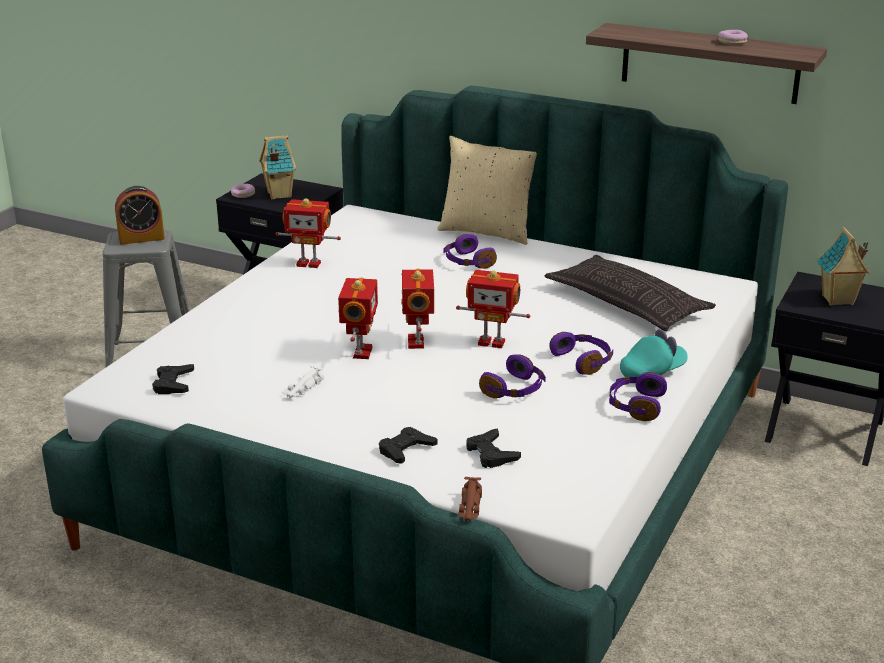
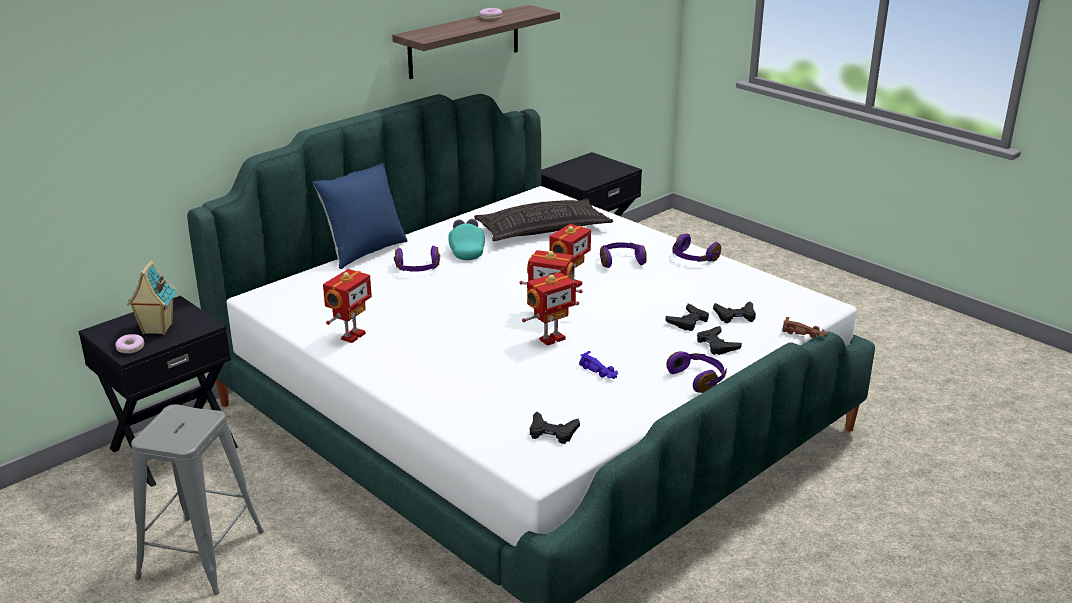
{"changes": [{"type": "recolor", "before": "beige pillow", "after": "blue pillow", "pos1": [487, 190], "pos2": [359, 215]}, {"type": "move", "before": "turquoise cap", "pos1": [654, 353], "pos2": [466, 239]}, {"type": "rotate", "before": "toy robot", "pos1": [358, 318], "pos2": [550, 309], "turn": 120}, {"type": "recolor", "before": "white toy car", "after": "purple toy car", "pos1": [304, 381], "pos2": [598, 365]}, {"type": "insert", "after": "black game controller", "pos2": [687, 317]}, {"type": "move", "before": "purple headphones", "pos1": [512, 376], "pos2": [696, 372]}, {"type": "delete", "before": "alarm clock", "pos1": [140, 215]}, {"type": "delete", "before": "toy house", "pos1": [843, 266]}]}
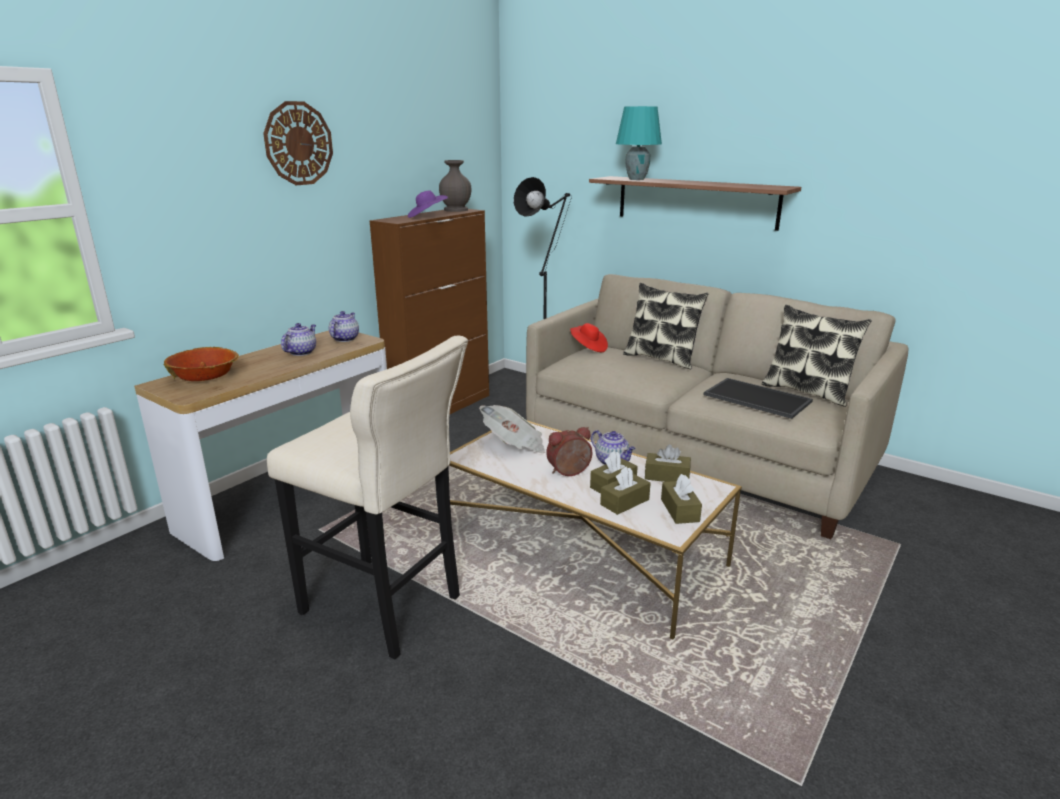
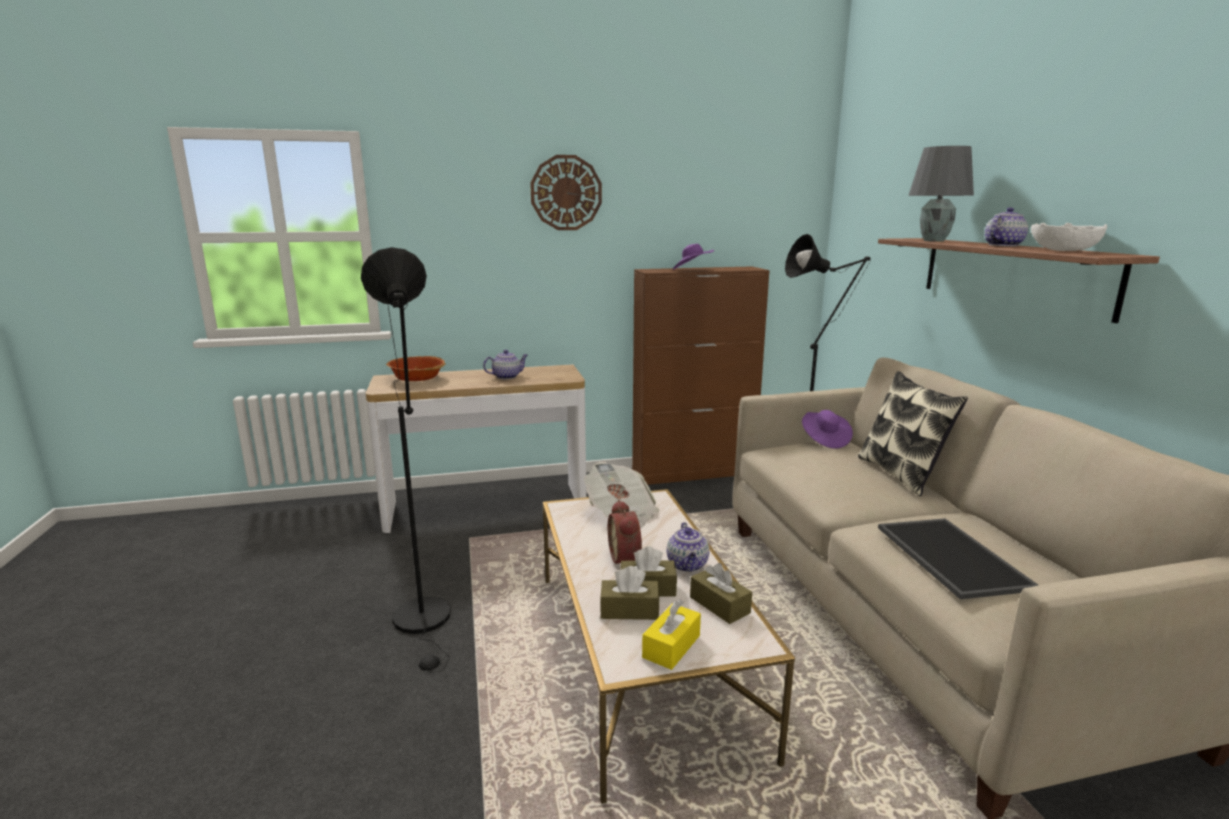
{"changes": [{"type": "replace", "before": "beige stool", "after": "black floor lamp", "pos1": [367, 497], "pos2": [406, 460]}, {"type": "rotate", "before": "alarm clock", "pos1": [569, 451], "pos2": [625, 532], "turn": -120}, {"type": "recolor", "before": "brown tissue box", "after": "yellow tissue box", "pos1": [681, 499], "pos2": [671, 634]}, {"type": "recolor", "before": "red hat", "after": "purple hat", "pos1": [589, 337], "pos2": [827, 429]}, {"type": "recolor", "before": "turquoise table lamp", "after": "grey table lamp", "pos1": [639, 143], "pos2": [941, 194]}, {"type": "move", "before": "teapot", "pos1": [344, 326], "pos2": [1006, 226]}, {"type": "insert", "after": "white bowl", "pos2": [1069, 237]}, {"type": "delete", "before": "grey vase", "pos1": [455, 186]}, {"type": "delete", "before": "pillow", "pos1": [816, 356]}]}
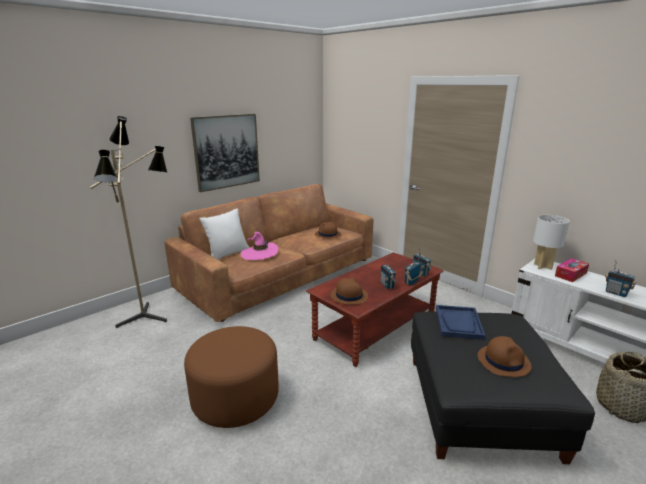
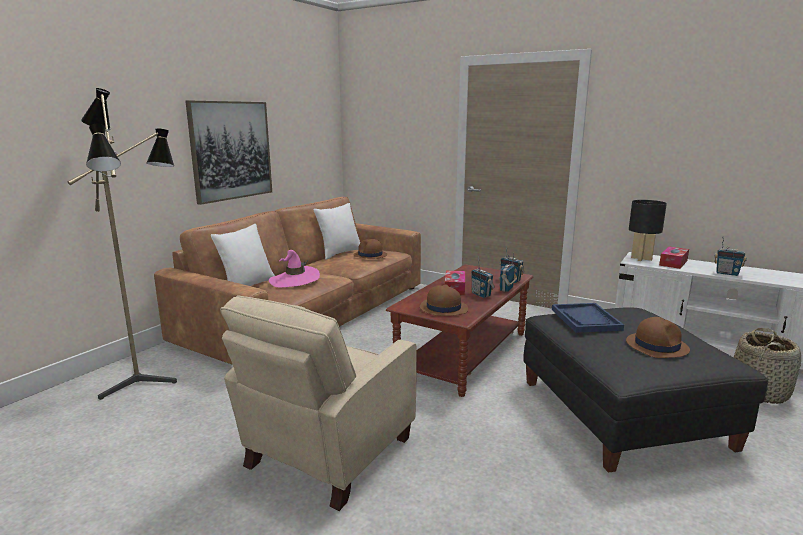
{"changes": [{"type": "replace", "before": "brown ottoman", "after": "beige armchair", "pos1": [231, 377], "pos2": [318, 403]}, {"type": "insert", "after": "white pillow", "pos2": [336, 231]}, {"type": "insert", "after": "tissue box", "pos2": [455, 283]}, {"type": "recolor", "before": "white table lamp", "after": "black table lamp", "pos1": [551, 242], "pos2": [648, 230]}]}
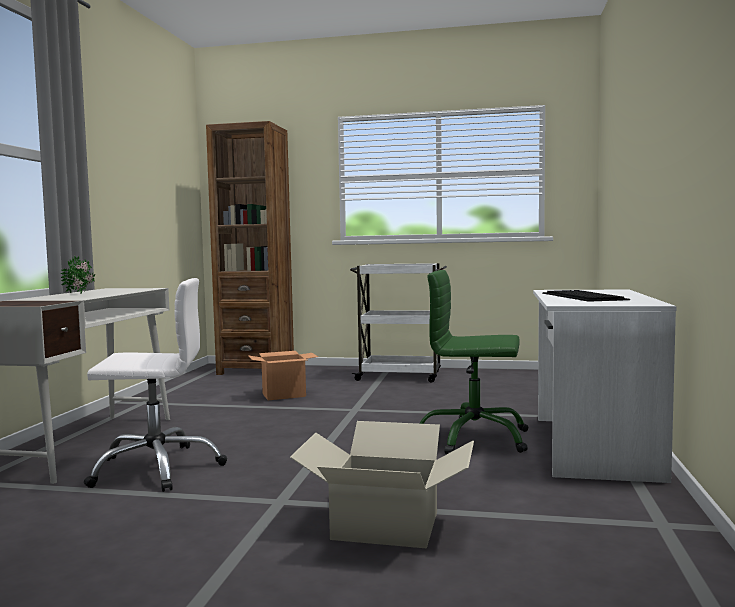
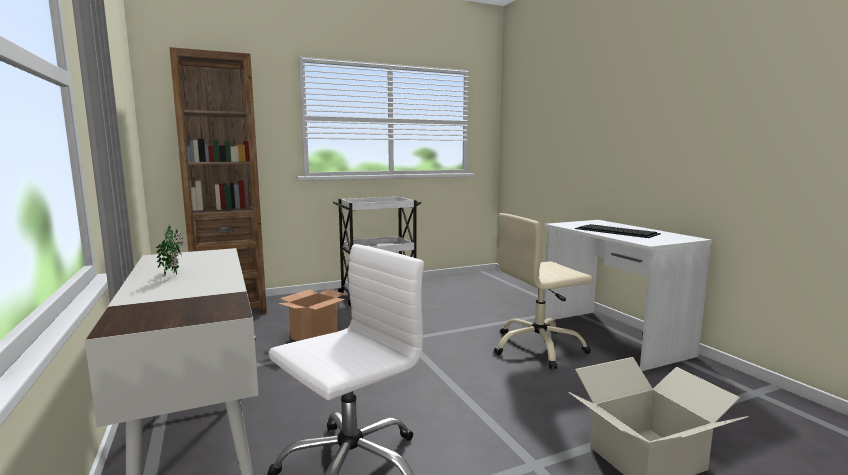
{"changes": [{"type": "recolor", "before": "green office chair", "after": "beige office chair", "pos1": [473, 362], "pos2": [543, 291]}]}
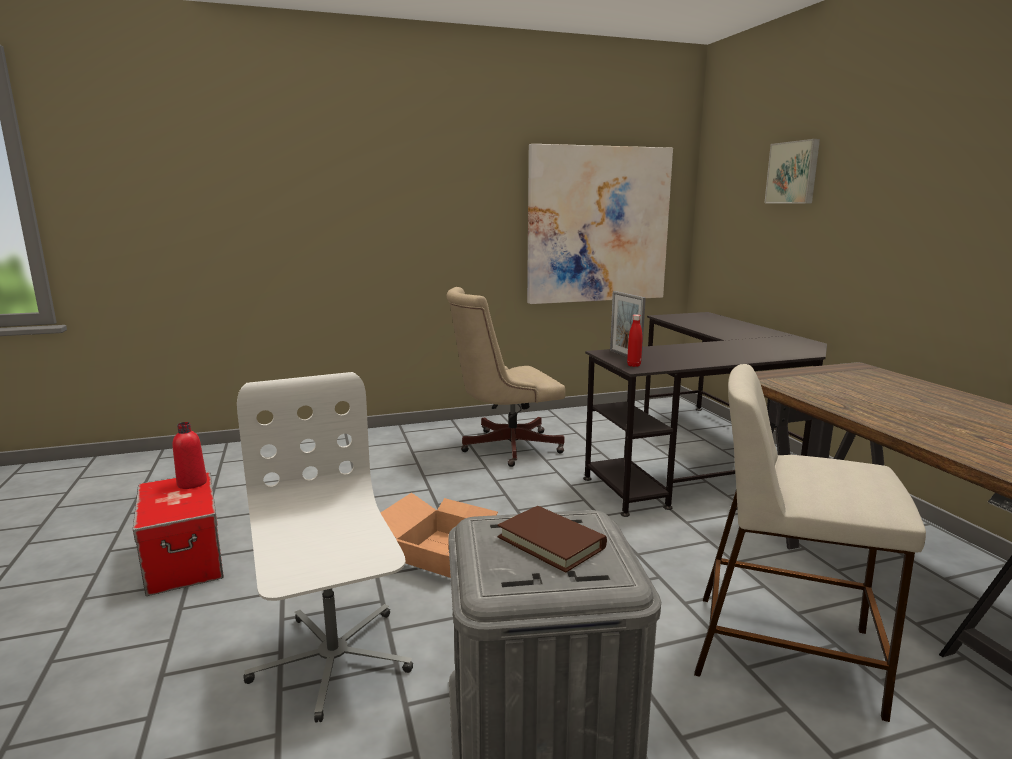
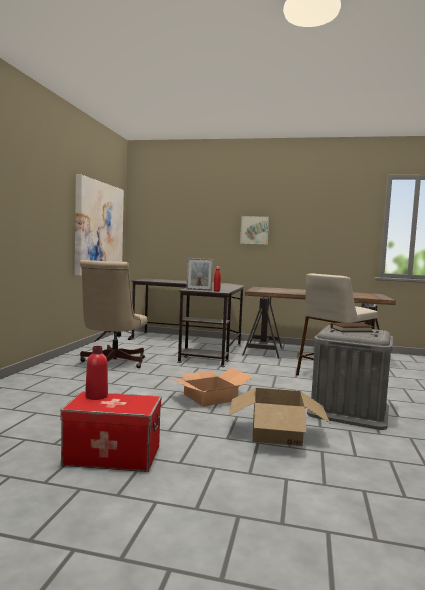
{"changes": [{"type": "replace", "before": "white office chair", "after": "cardboard box", "pos1": [325, 547], "pos2": [279, 417]}, {"type": "move", "before": "picture", "pos1": [792, 171], "pos2": [254, 230]}]}
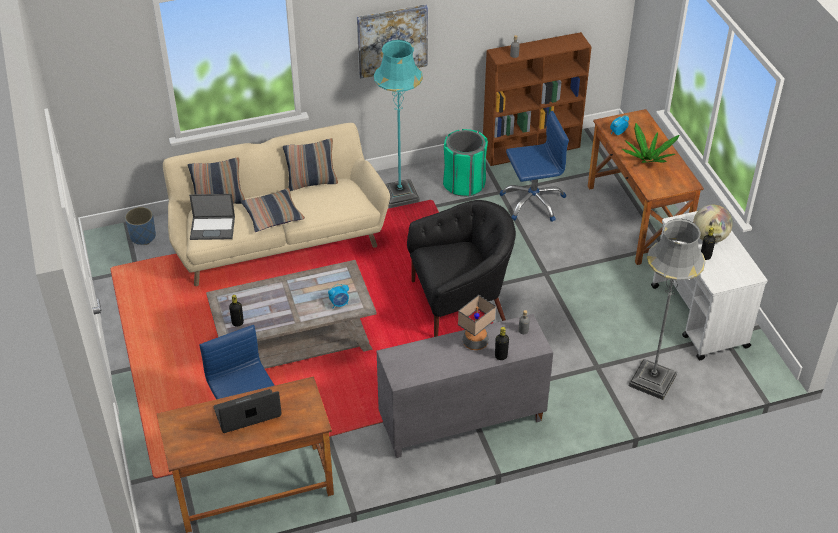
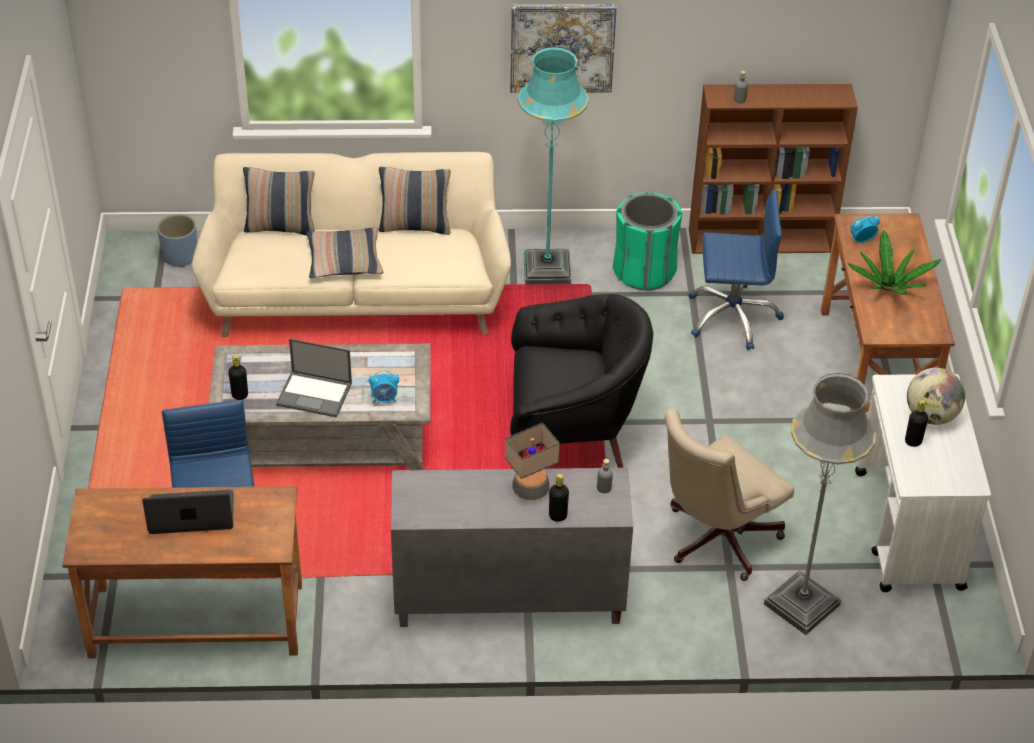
{"changes": [{"type": "move", "before": "laptop", "pos1": [212, 217], "pos2": [314, 378]}, {"type": "insert", "after": "beige office chair", "pos2": [729, 494]}]}
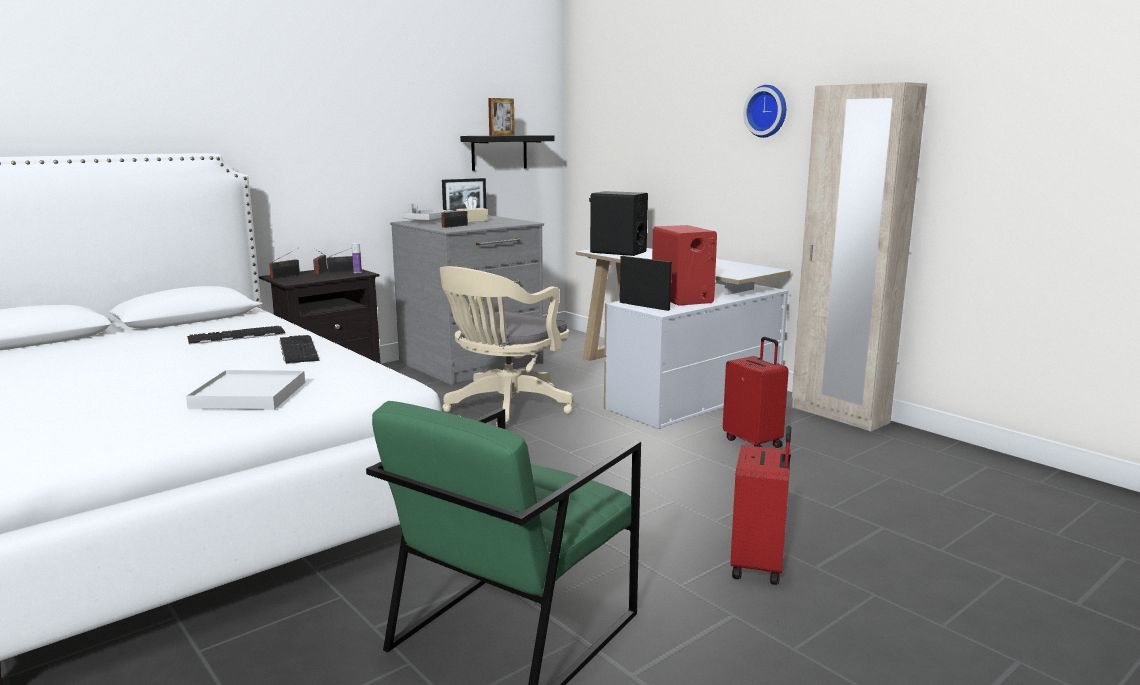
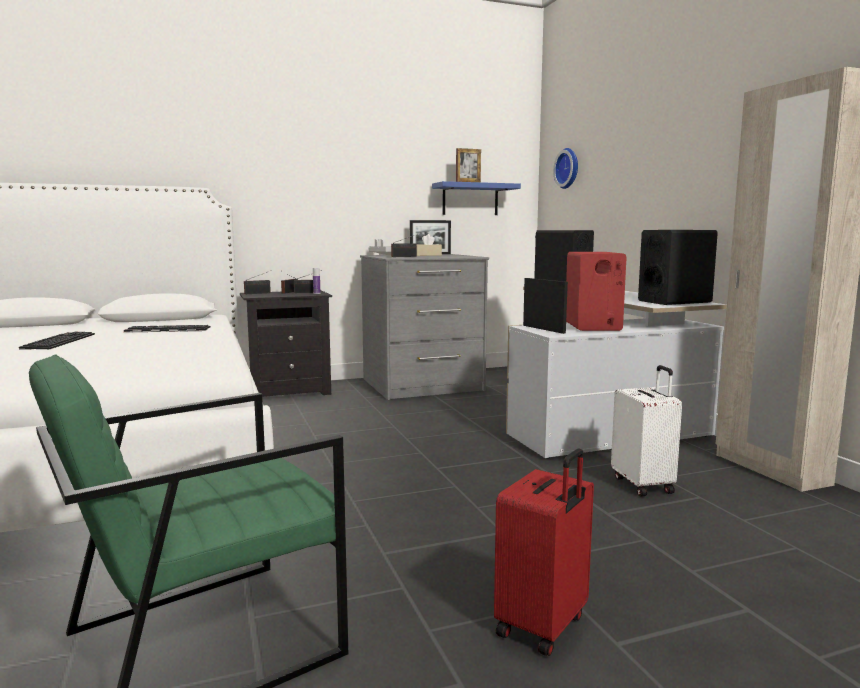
{"changes": [{"type": "move", "before": "keyboard", "pos1": [299, 349], "pos2": [57, 341]}, {"type": "recolor", "before": "black shelf", "after": "blue shelf", "pos1": [507, 153], "pos2": [476, 198]}, {"type": "move", "before": "wall clock", "pos1": [764, 111], "pos2": [565, 168]}, {"type": "recolor", "before": "red suitcase", "after": "white suitcase", "pos1": [756, 392], "pos2": [646, 430]}, {"type": "insert", "after": "black speaker", "pos2": [678, 267]}, {"type": "delete", "before": "white tray", "pos1": [245, 390]}, {"type": "delete", "before": "beige office chair", "pos1": [506, 346]}]}
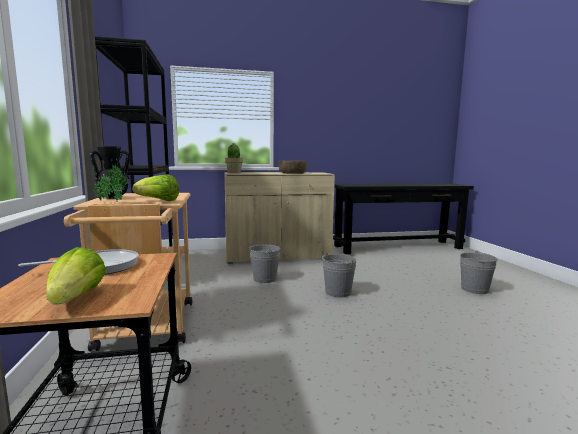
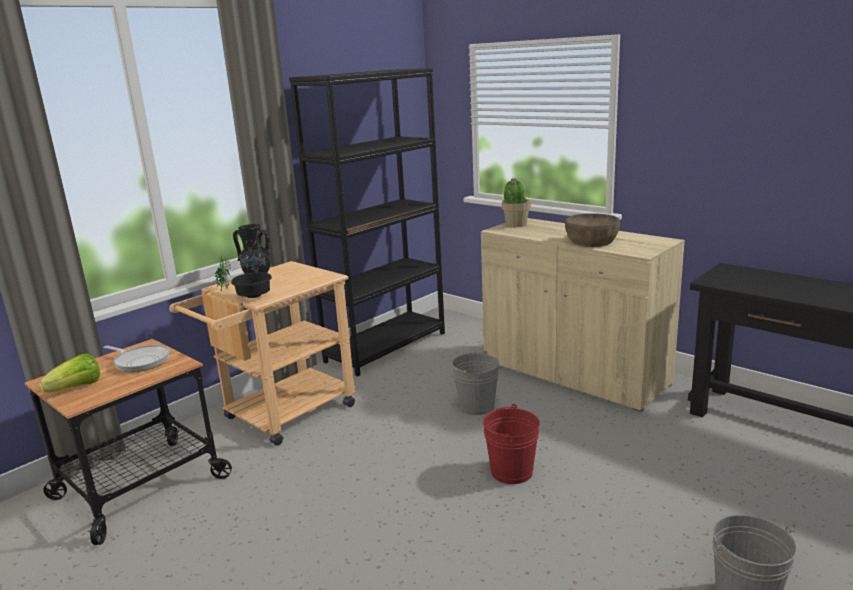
{"changes": [{"type": "replace", "before": "lettuce", "after": "black bowl", "pos1": [155, 187], "pos2": [251, 285]}, {"type": "recolor", "before": "grey bucket", "after": "red bucket", "pos1": [339, 275], "pos2": [511, 444]}]}
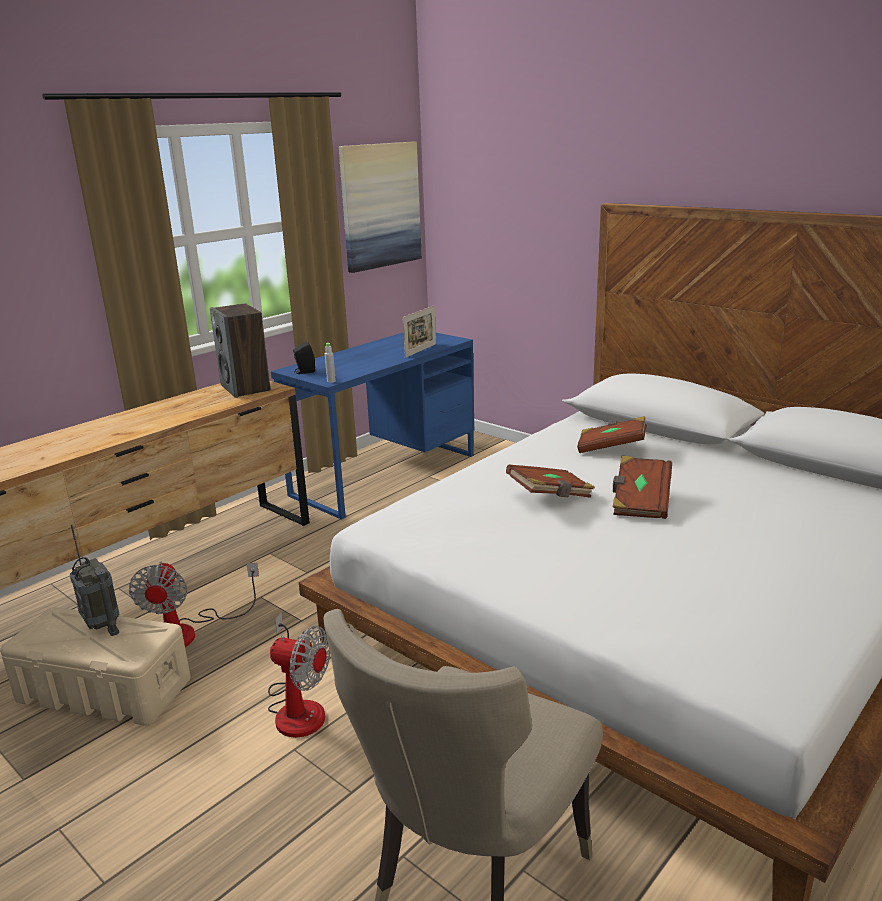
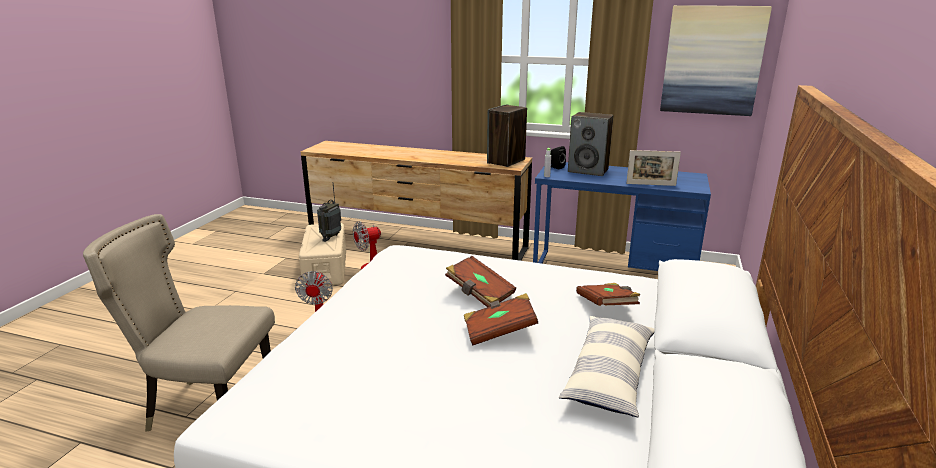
{"changes": [{"type": "insert", "after": "pillow", "pos2": [606, 366]}, {"type": "insert", "after": "speaker", "pos2": [590, 144]}]}
